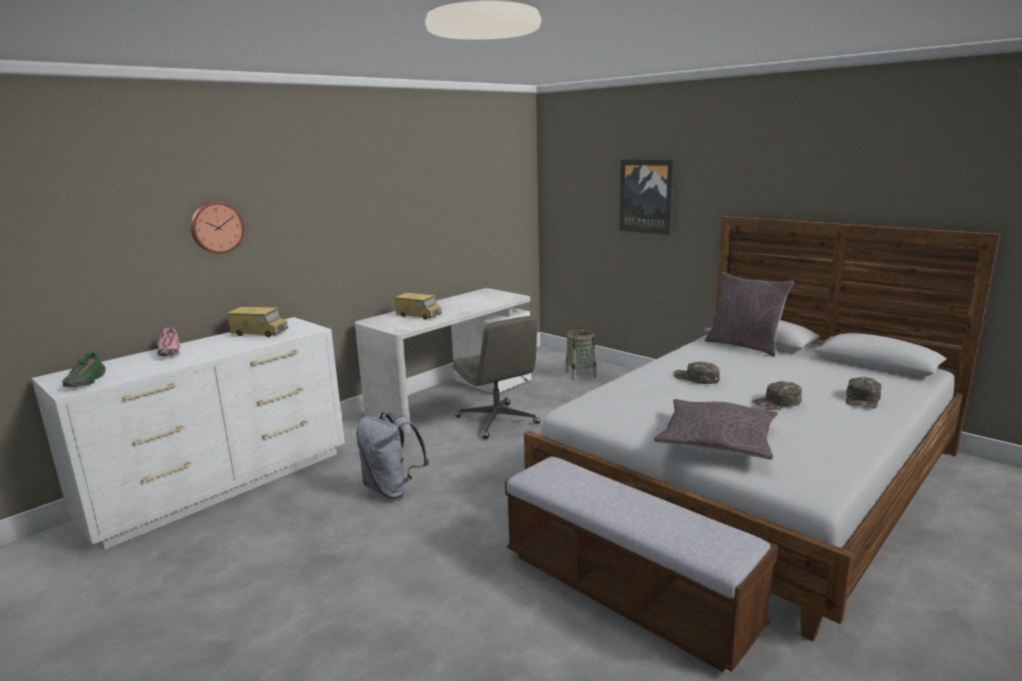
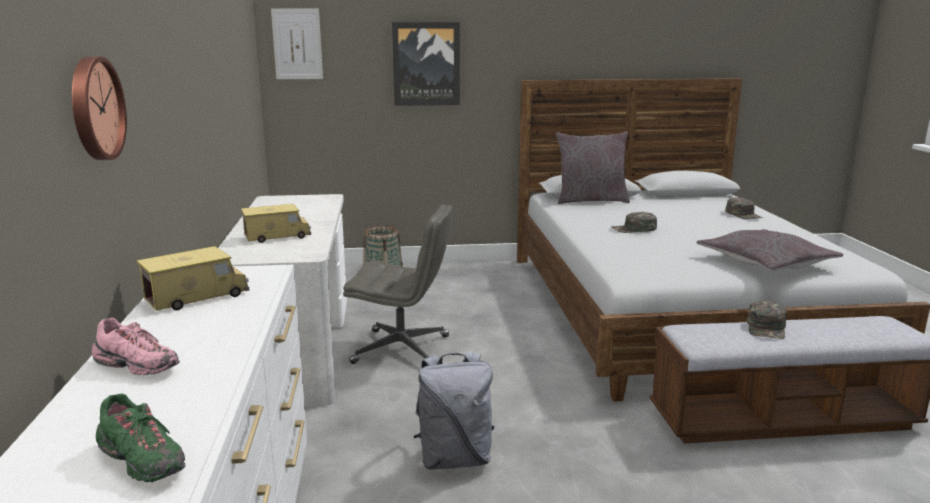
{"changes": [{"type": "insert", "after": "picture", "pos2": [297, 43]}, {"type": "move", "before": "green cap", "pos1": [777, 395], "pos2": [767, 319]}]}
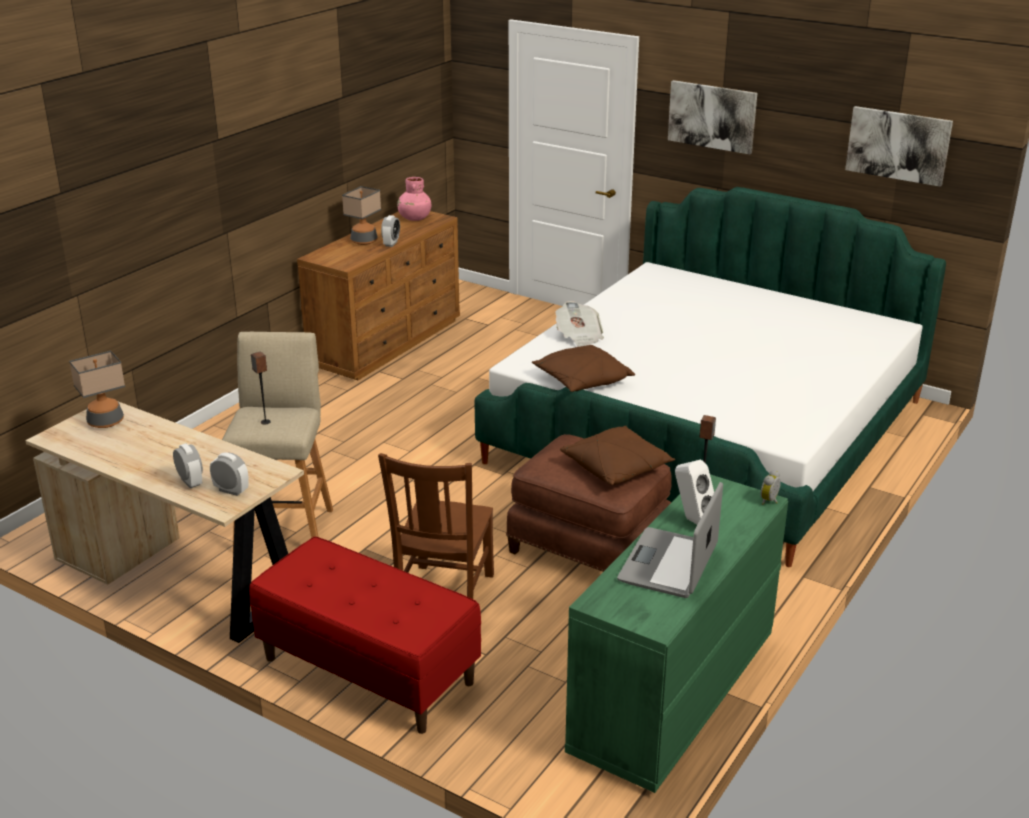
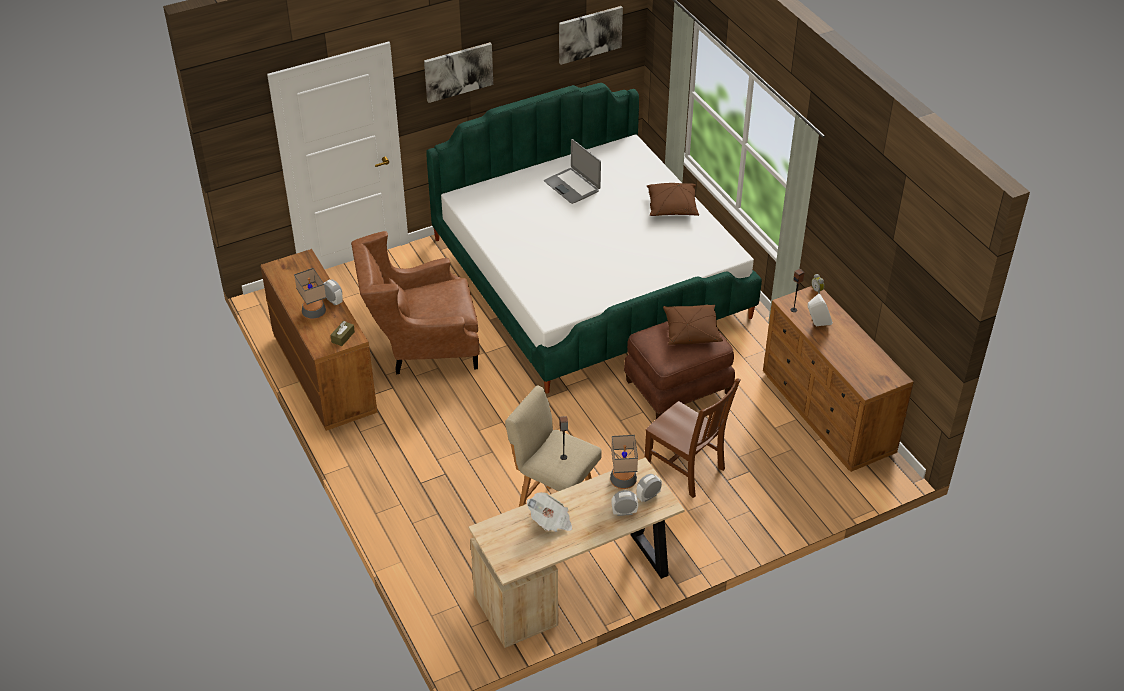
{"changes": [{"type": "insert", "after": "brown tissue box", "pos2": [343, 333]}, {"type": "insert", "after": "brown armchair", "pos2": [415, 302]}, {"type": "move", "before": "newspaper", "pos1": [579, 324], "pos2": [549, 512]}, {"type": "move", "before": "laptop", "pos1": [670, 540], "pos2": [572, 171]}, {"type": "move", "before": "table lamp", "pos1": [97, 389], "pos2": [624, 462]}, {"type": "move", "before": "brown pillow", "pos1": [583, 368], "pos2": [672, 199]}, {"type": "recolor", "before": "green dresser", "after": "brown dresser", "pos1": [676, 633], "pos2": [838, 379]}, {"type": "delete", "before": "red bench", "pos1": [365, 635]}, {"type": "delete", "before": "pink vase", "pos1": [414, 199]}]}
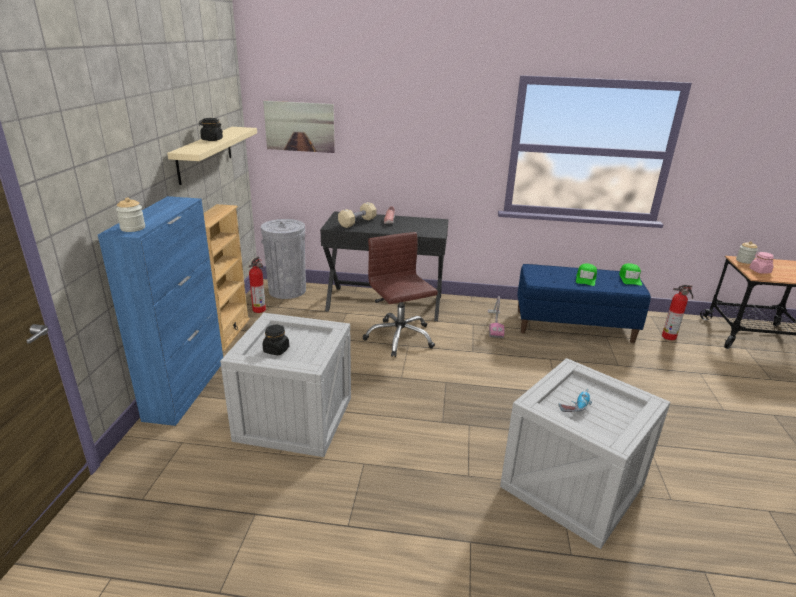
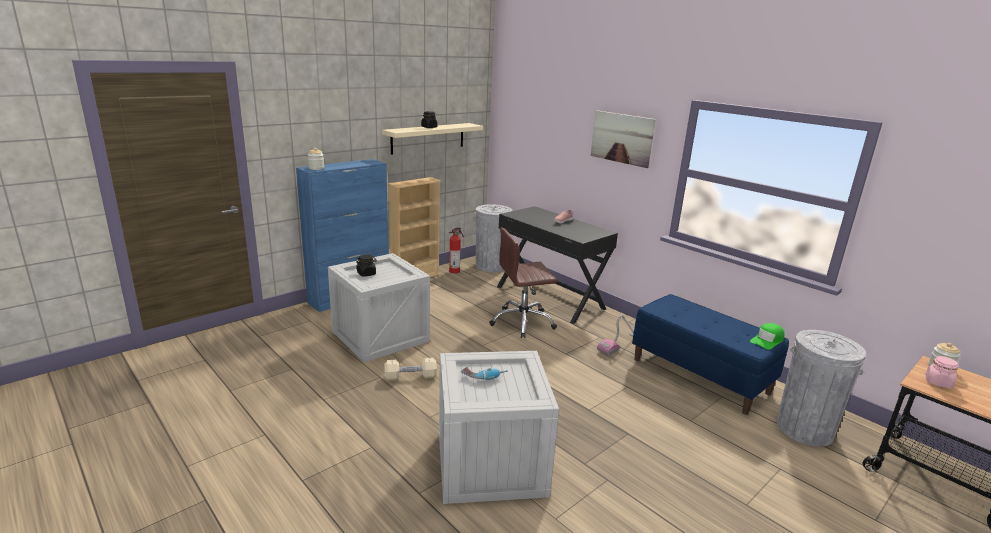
{"changes": [{"type": "move", "before": "beige dumbbell", "pos1": [357, 215], "pos2": [411, 369]}, {"type": "rotate", "before": "brown office chair", "pos1": [400, 294], "pos2": [523, 283], "turn": -120}, {"type": "move", "before": "picture", "pos1": [299, 127], "pos2": [623, 139]}, {"type": "replace", "before": "fire extinguisher", "after": "grey trash can", "pos1": [677, 312], "pos2": [821, 388]}, {"type": "delete", "before": "green cap", "pos1": [586, 275]}]}
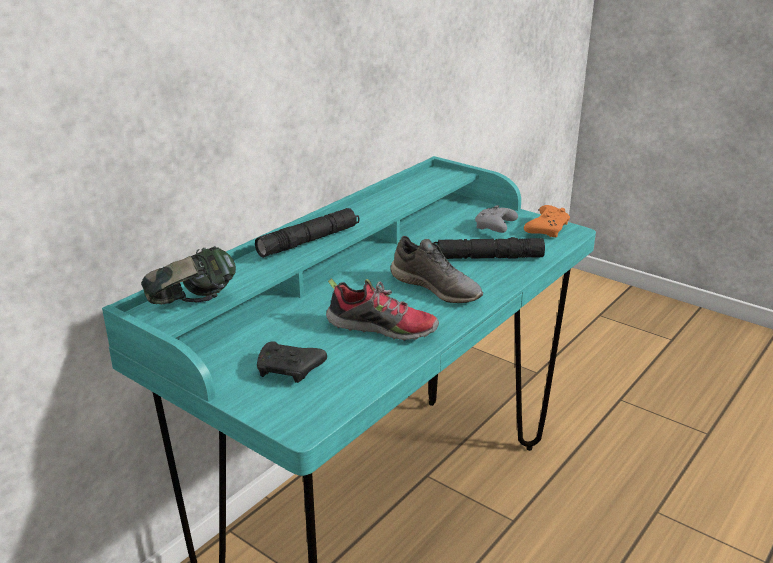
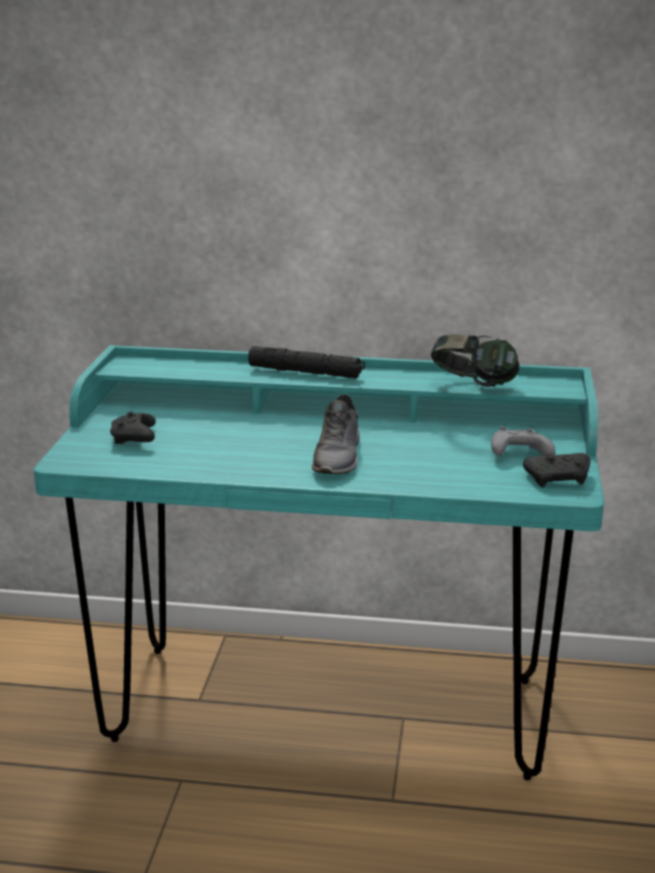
{"changes": [{"type": "move", "before": "headphones", "pos1": [188, 275], "pos2": [475, 360]}, {"type": "recolor", "before": "orange game controller", "after": "black game controller", "pos1": [547, 221], "pos2": [557, 470]}, {"type": "delete", "before": "shoe", "pos1": [382, 309]}, {"type": "delete", "before": "black flashlight", "pos1": [489, 248]}]}
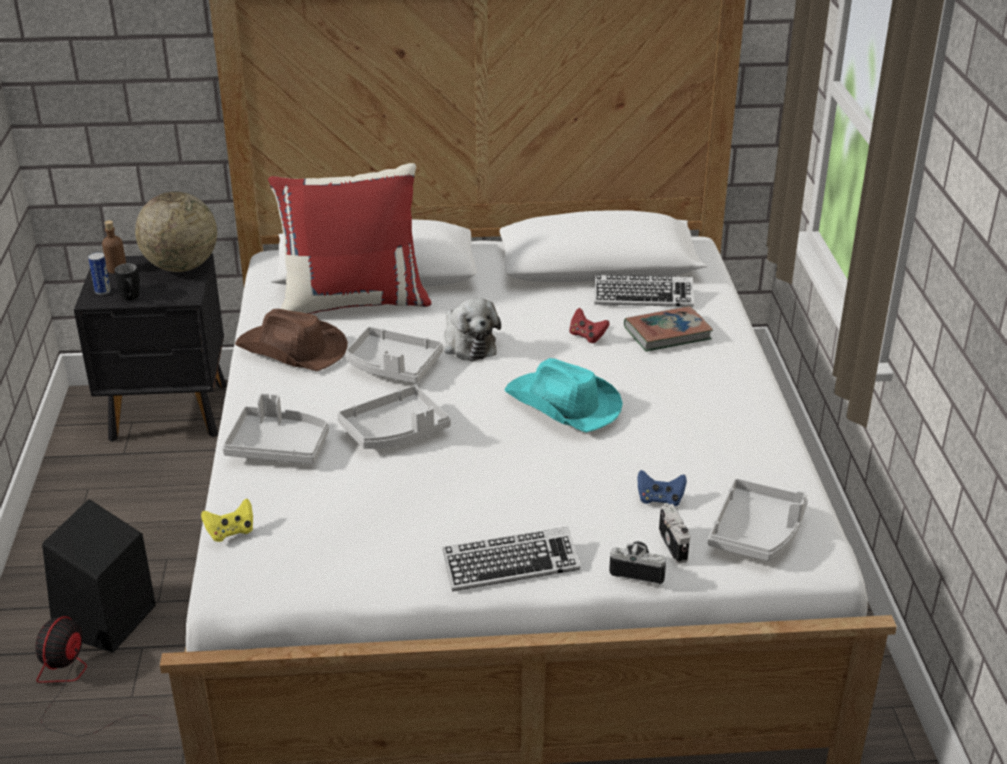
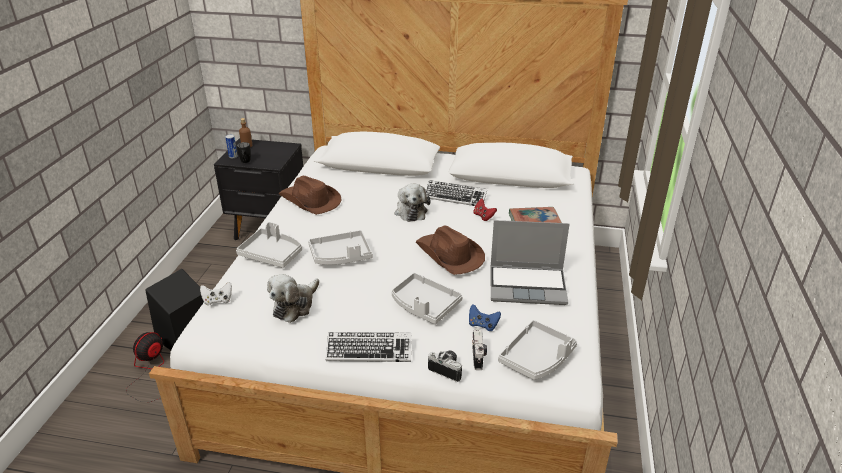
{"changes": [{"type": "recolor", "before": "yellow game controller", "after": "white game controller", "pos1": [227, 520], "pos2": [216, 293]}, {"type": "insert", "after": "plush toy", "pos2": [293, 298]}, {"type": "move", "before": "grey tray", "pos1": [394, 355], "pos2": [427, 298]}, {"type": "recolor", "before": "turquoise hat", "after": "brown hat", "pos1": [563, 395], "pos2": [450, 250]}, {"type": "move", "before": "keyboard", "pos1": [644, 291], "pos2": [456, 193]}, {"type": "insert", "after": "laptop", "pos2": [529, 262]}, {"type": "delete", "before": "globe", "pos1": [176, 232]}, {"type": "delete", "before": "red pillow", "pos1": [349, 238]}]}
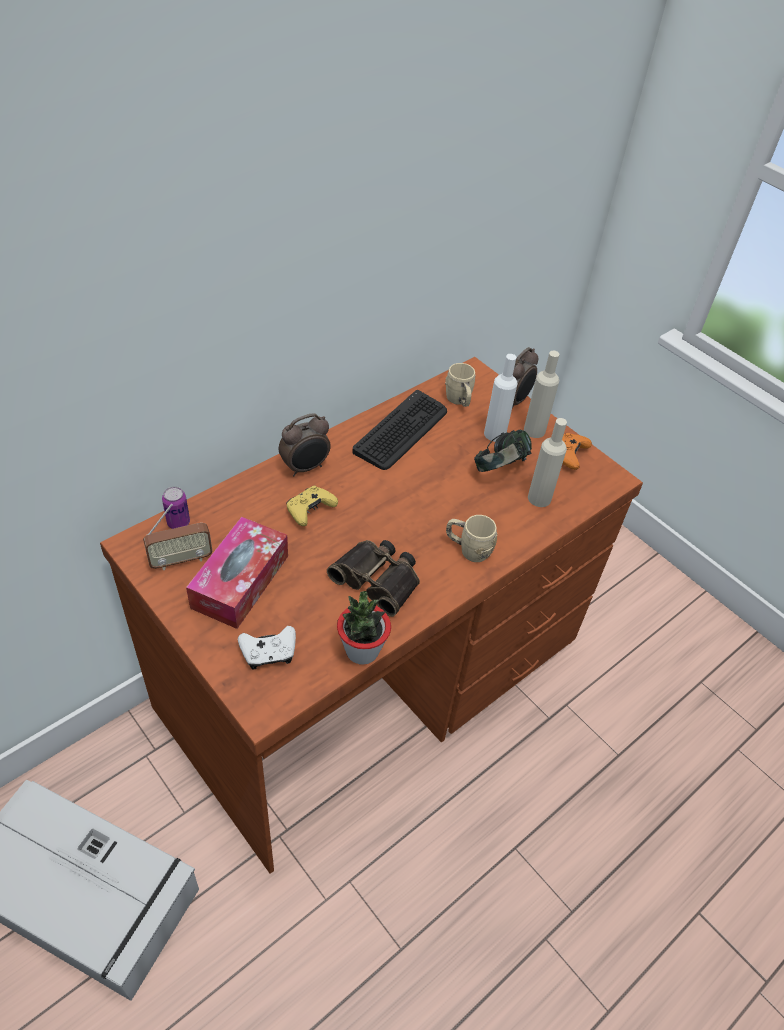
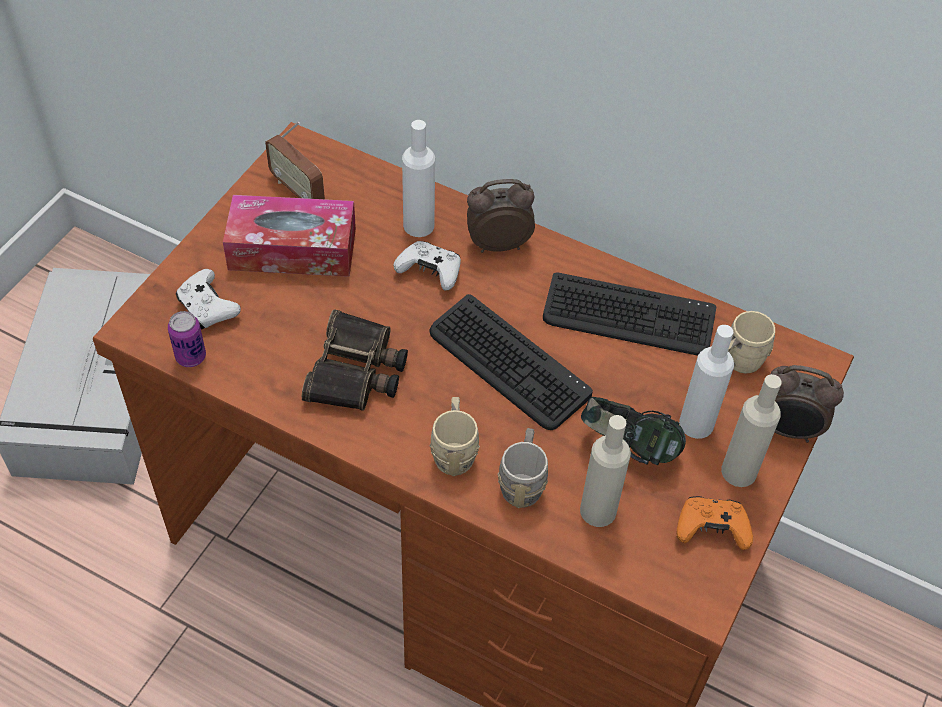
{"changes": [{"type": "move", "before": "can", "pos1": [176, 508], "pos2": [187, 339]}, {"type": "recolor", "before": "yellow game controller", "after": "white game controller", "pos1": [312, 505], "pos2": [427, 265]}, {"type": "insert", "after": "white bottle", "pos2": [418, 178]}, {"type": "insert", "after": "keyboard", "pos2": [511, 362]}, {"type": "rotate", "before": "alarm clock", "pos1": [305, 445], "pos2": [501, 216], "turn": 135}, {"type": "insert", "after": "grey mug", "pos2": [523, 468]}, {"type": "delete", "before": "potted plant", "pos1": [364, 628]}]}
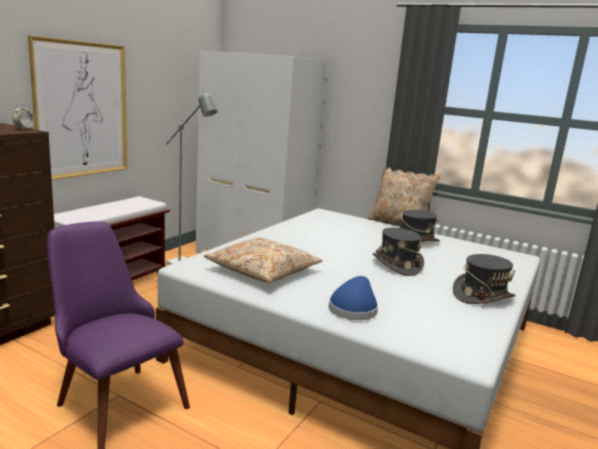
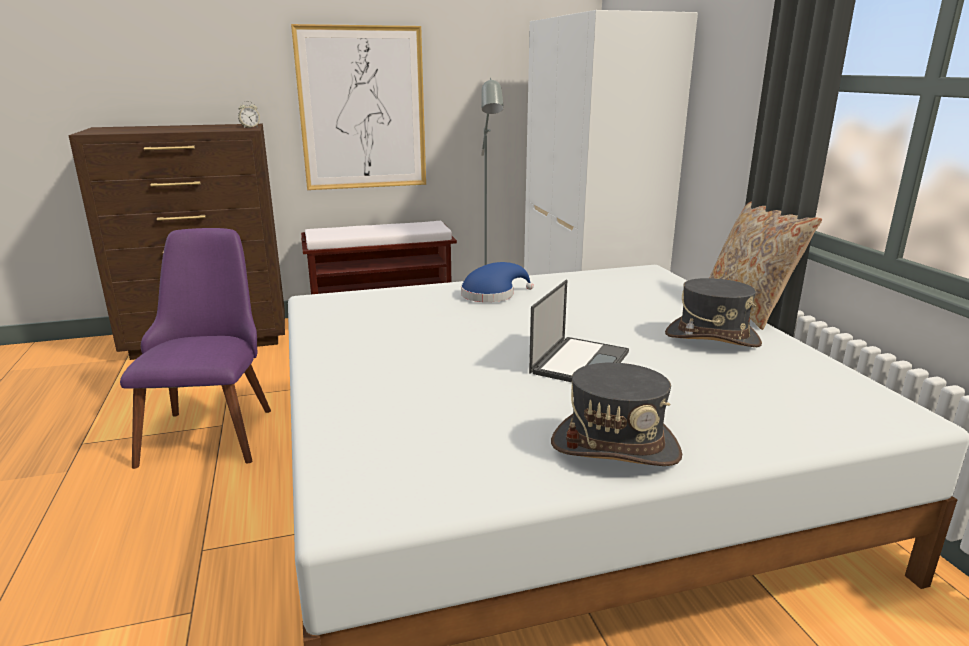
{"changes": [{"type": "move", "before": "blue hat", "pos1": [353, 298], "pos2": [497, 282]}, {"type": "replace", "before": "grey hat", "after": "laptop", "pos1": [398, 252], "pos2": [579, 331]}, {"type": "delete", "before": "beige pillow", "pos1": [263, 260]}]}
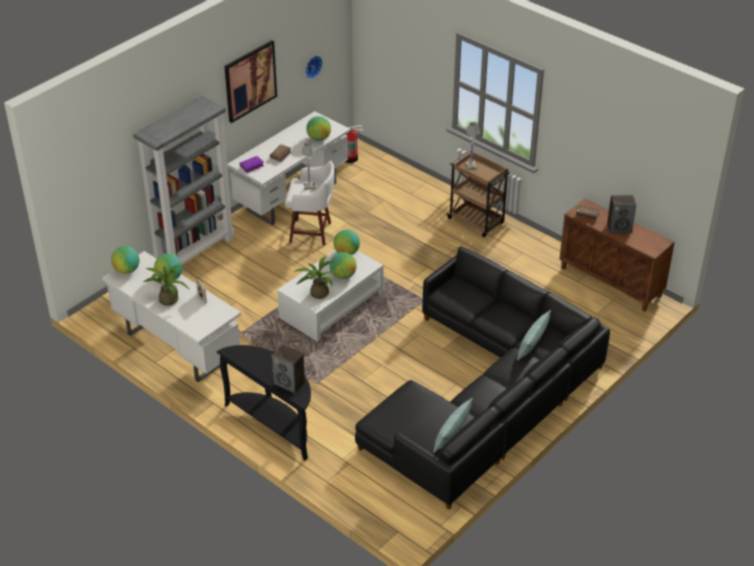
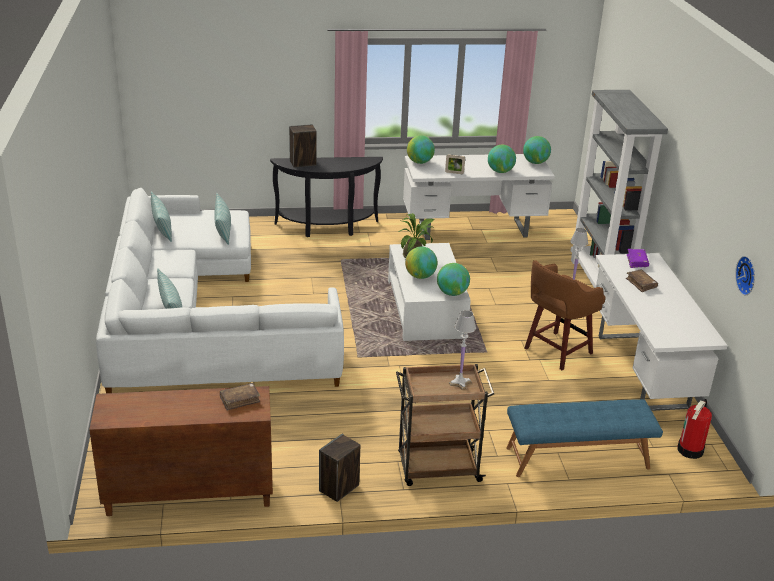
{"changes": [{"type": "recolor", "before": "black sofa", "after": "white sofa", "pos1": [482, 378], "pos2": [220, 290]}, {"type": "insert", "after": "pillow", "pos2": [222, 219]}, {"type": "move", "before": "speaker", "pos1": [621, 214], "pos2": [339, 468]}, {"type": "move", "before": "globe", "pos1": [318, 128], "pos2": [421, 149]}, {"type": "insert", "after": "blue bench", "pos2": [584, 438]}, {"type": "recolor", "before": "white stool", "after": "brown stool", "pos1": [310, 203], "pos2": [565, 315]}, {"type": "delete", "before": "potted plant", "pos1": [166, 285]}, {"type": "delete", "before": "picture", "pos1": [250, 81]}]}
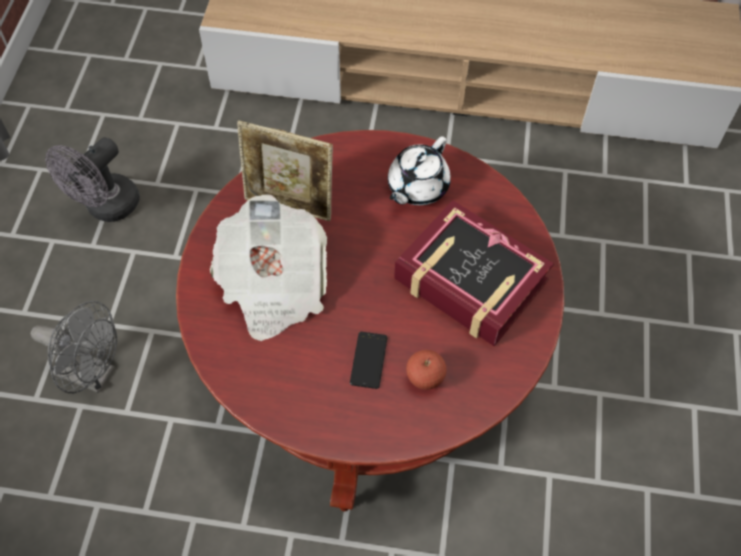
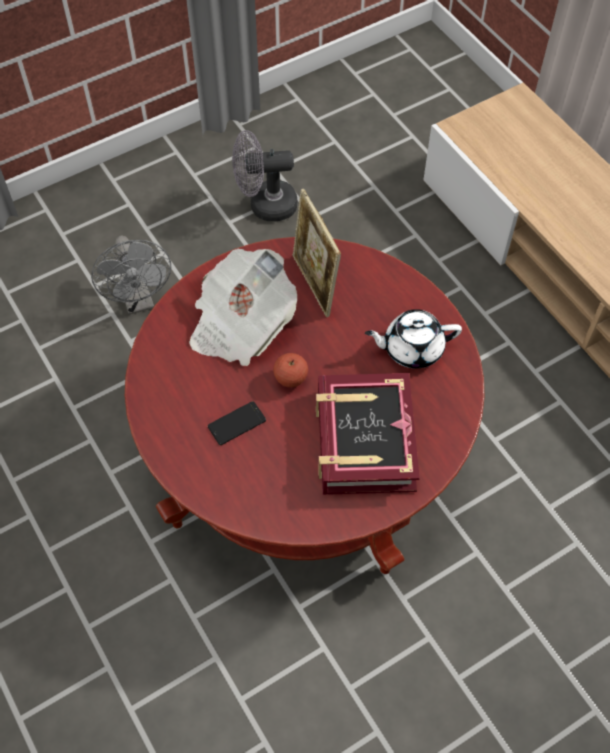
{"changes": [{"type": "move", "before": "apple", "pos1": [426, 370], "pos2": [290, 370]}]}
